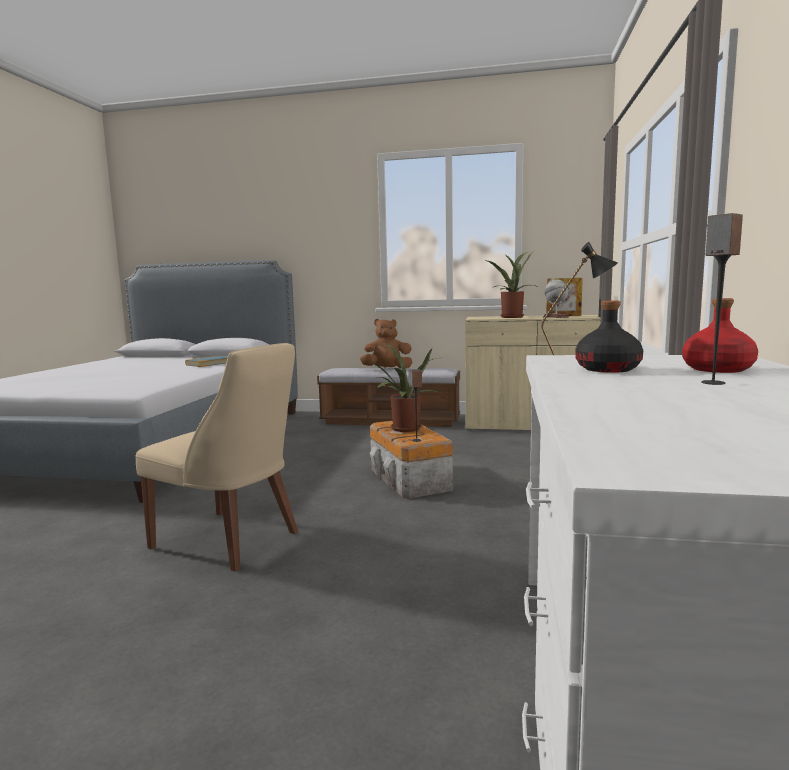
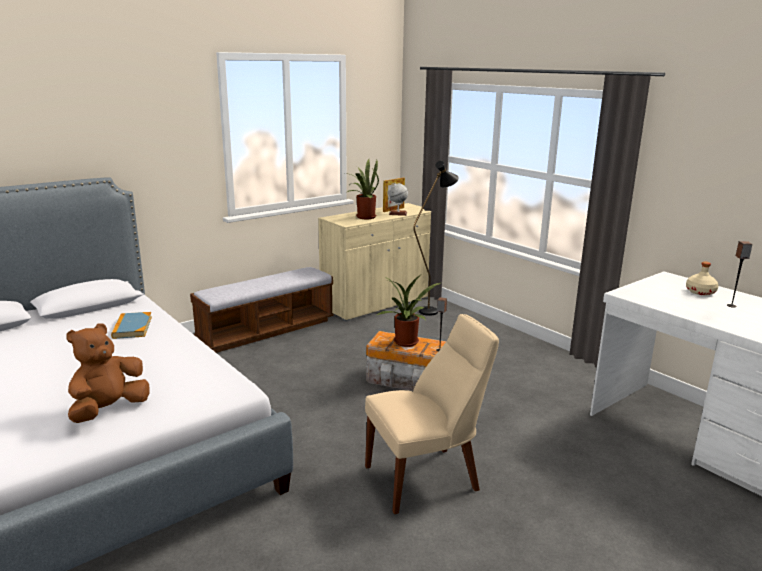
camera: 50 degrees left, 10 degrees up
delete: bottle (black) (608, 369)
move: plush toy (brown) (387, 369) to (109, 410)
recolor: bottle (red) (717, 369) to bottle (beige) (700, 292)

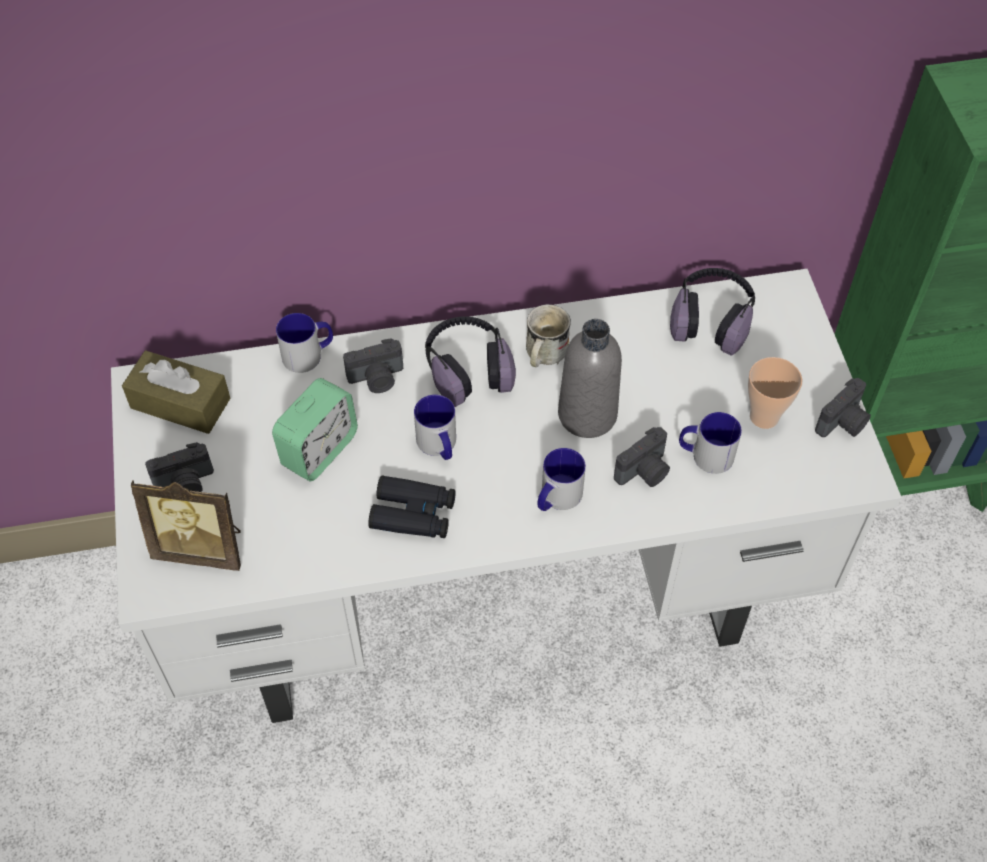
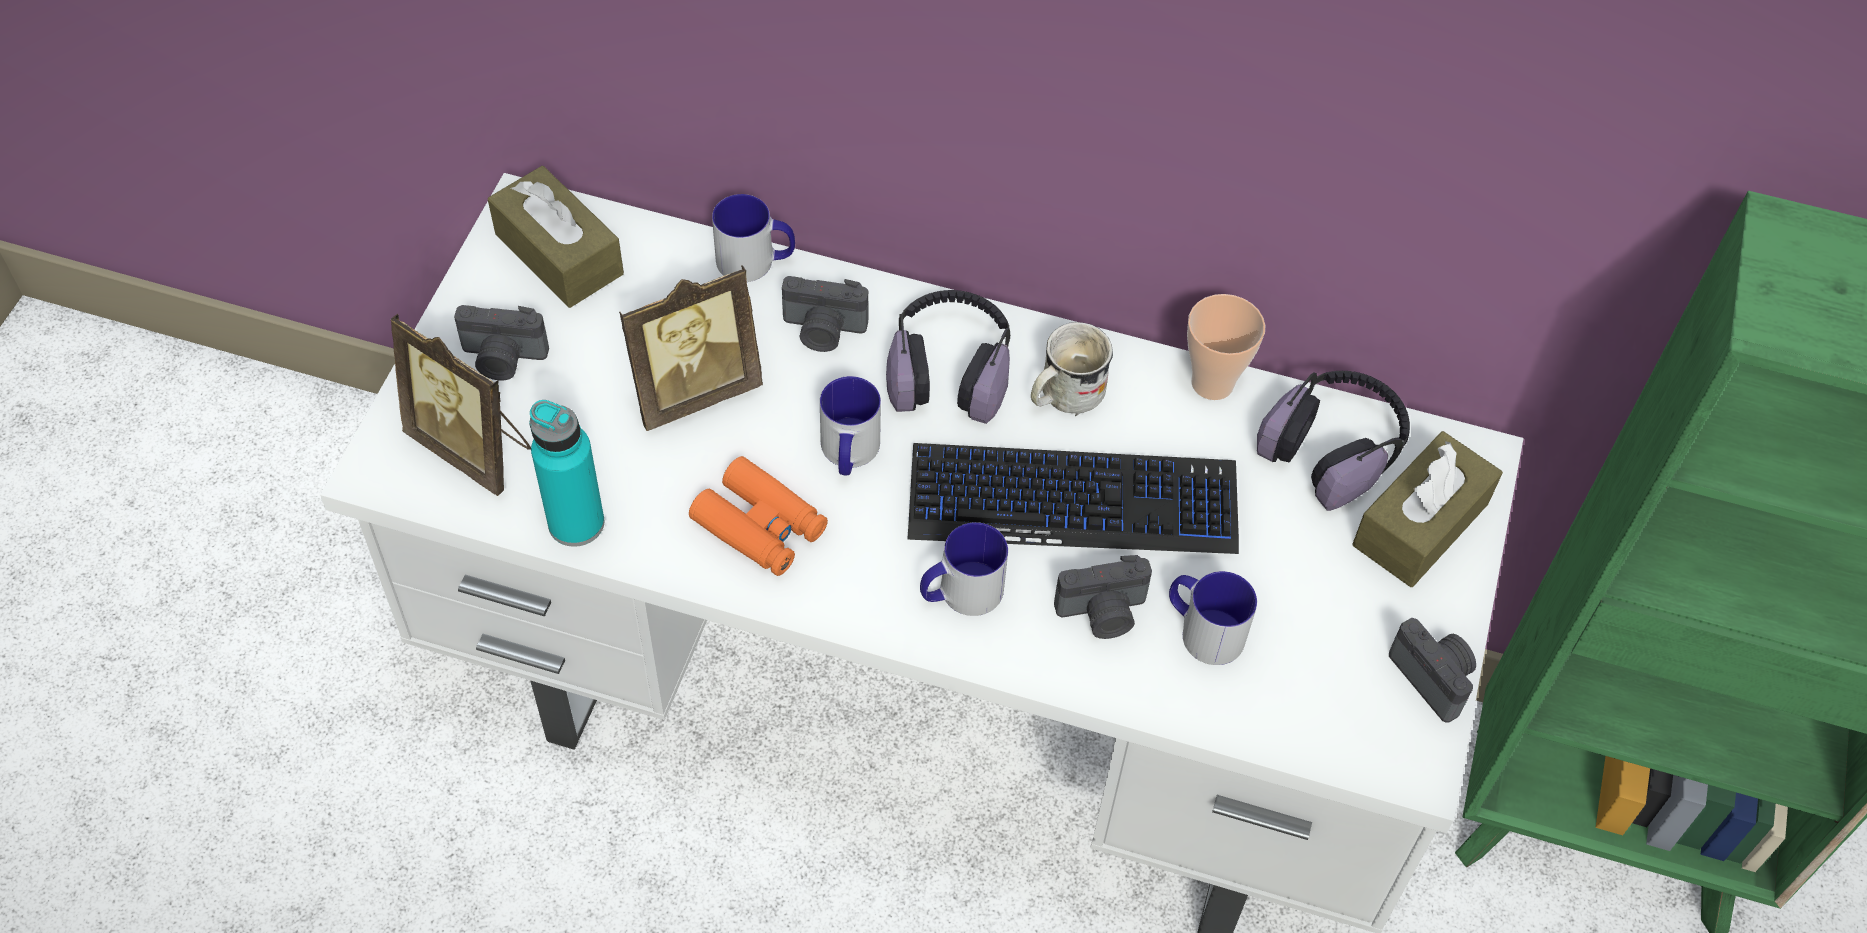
camera: 25 degrees right, 0 degrees up
insert: bottle (turquoise) (576, 523); tissue box (brown) (1420, 524)
move: cup (764, 417) to (1212, 383)
replace: alarm clock (319, 450) to picture frame (693, 390); bottle (grey) (587, 414) to keyboard (1073, 501)
recolor: binoculars (black) (413, 513) to binoculars (orange) (760, 526)
rotate: photo camera (843, 423) = (1434, 677) 105 degrees counterclockwise

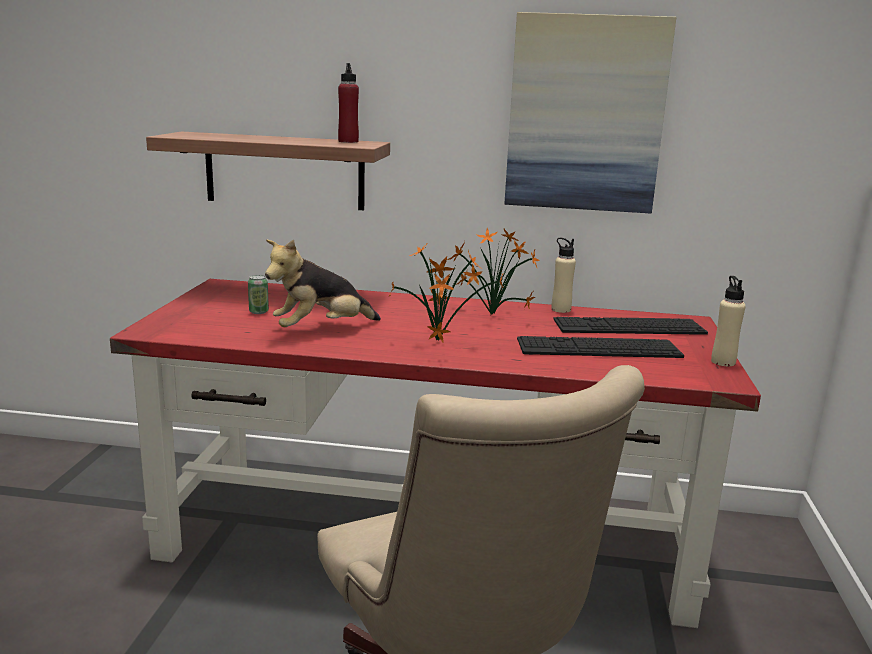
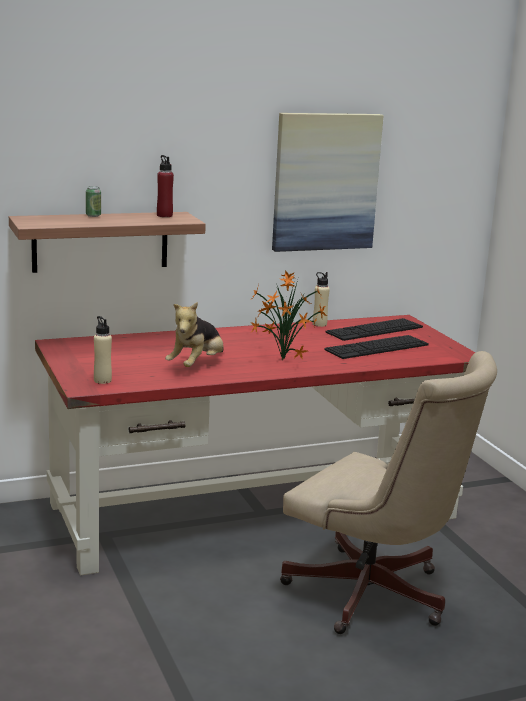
camera: 30 degrees left, 0 degrees up
move: can (258, 312) to (93, 215); bottle (beige) (723, 362) to (102, 380)

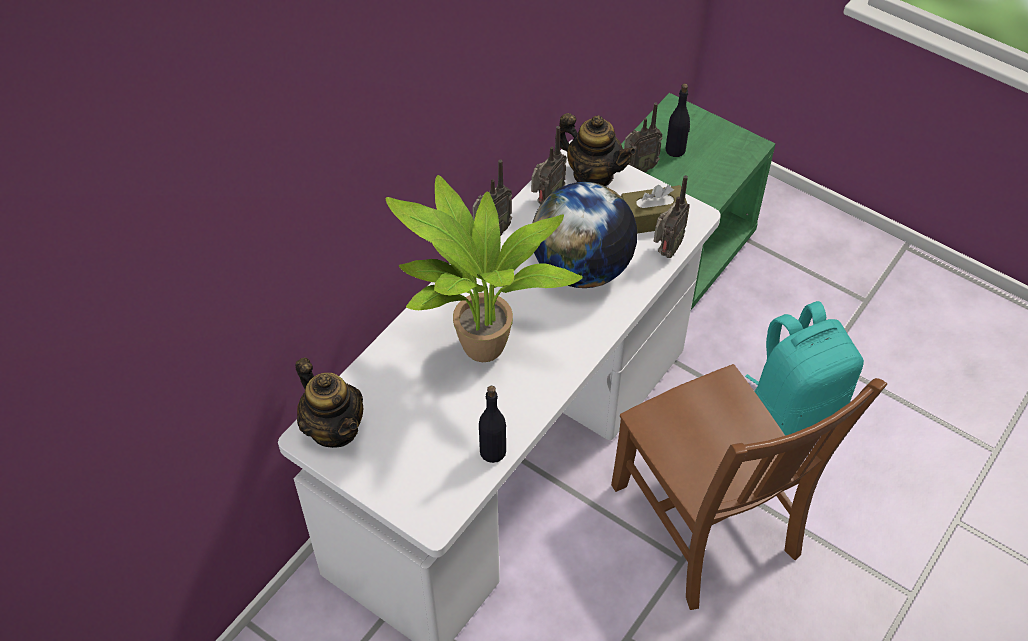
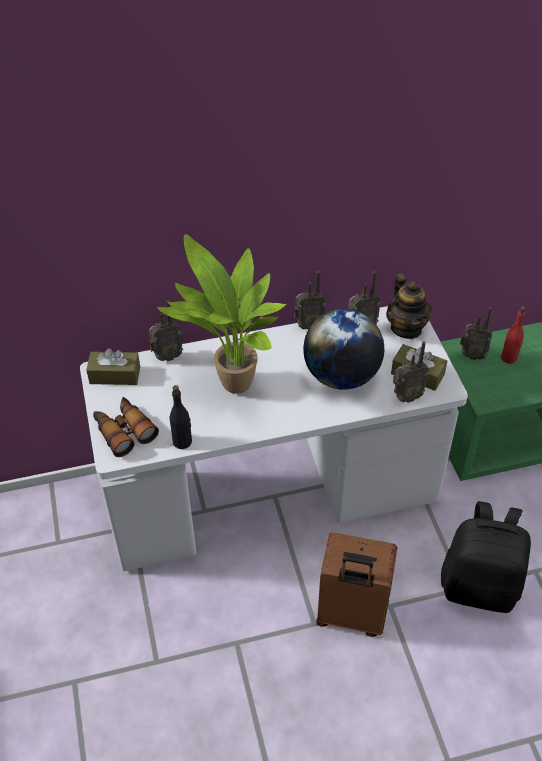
camera: 40 degrees right, 5 degrees down
insert: binoculars (124, 431); radio (166, 356)
replace: teapot (334, 428) to tissue box (brown) (115, 375); chair (brown) (707, 525) to suitcase (brown) (351, 615)
recolor: bottle (black) (675, 150) to bottle (red) (509, 358); backpack (turquoise) (793, 409) to backpack (black) (479, 586)

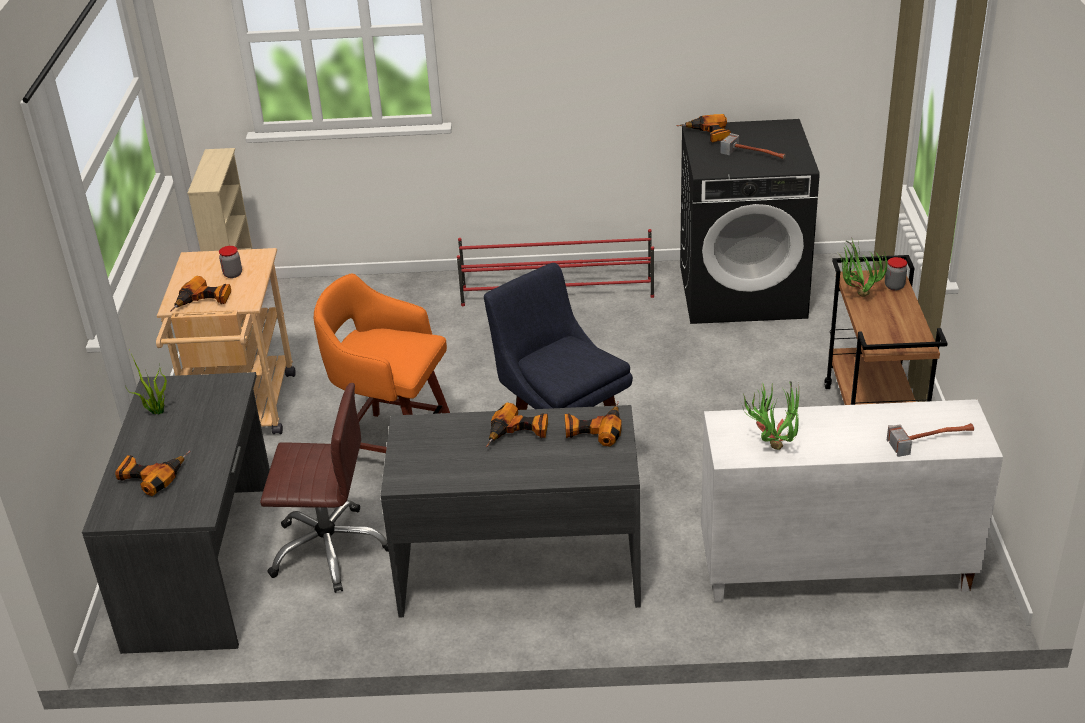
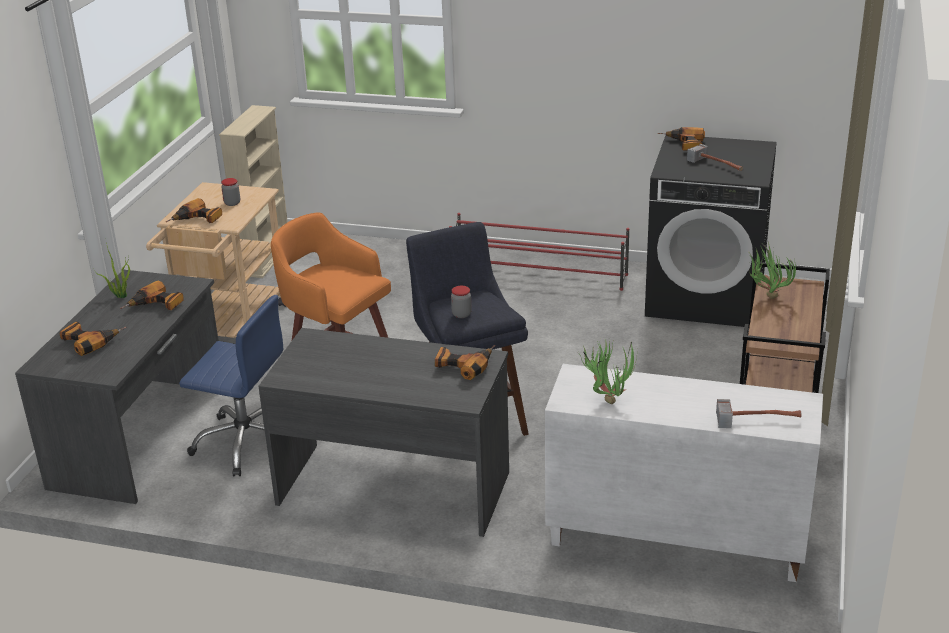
camera: 15 degrees right, 5 degrees down
move: power drill (518, 434) to (156, 306); jar (894, 286) to (461, 314)
recolor: office chair (brown) (329, 549) to office chair (blue) (246, 442)

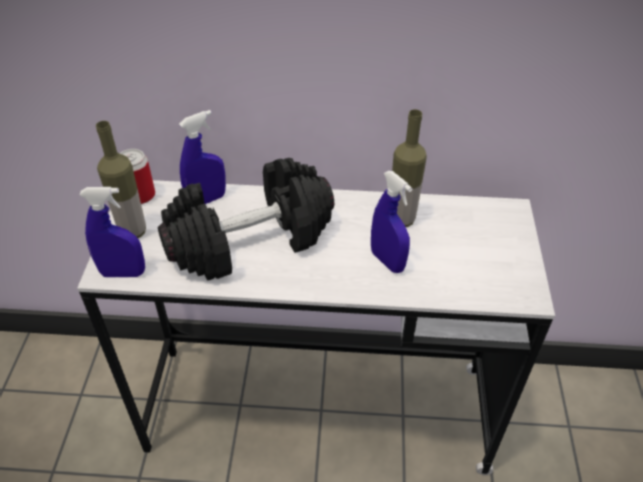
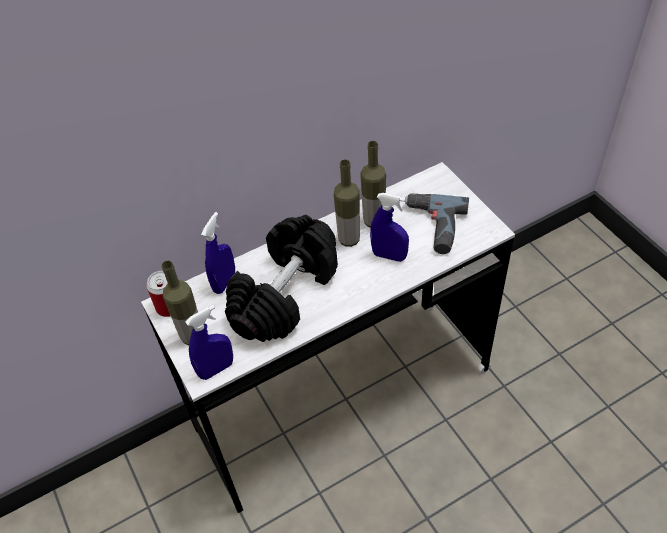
camera: 30 degrees left, 5 degrees up
insert: bottle (349, 239); power drill (432, 227)

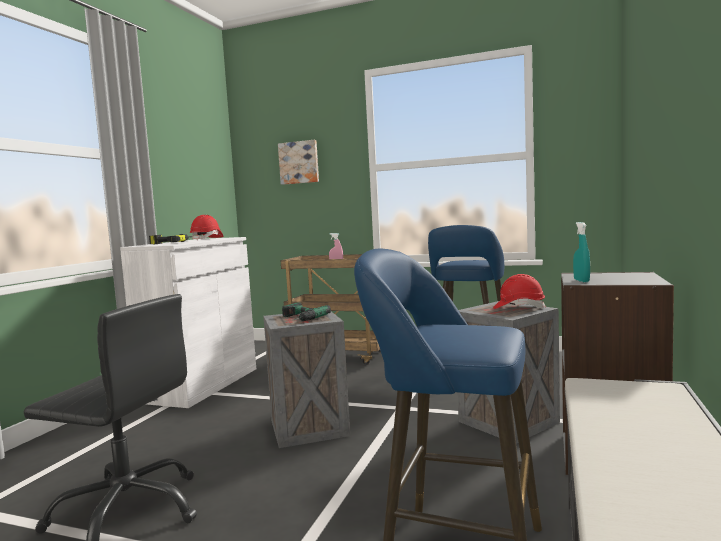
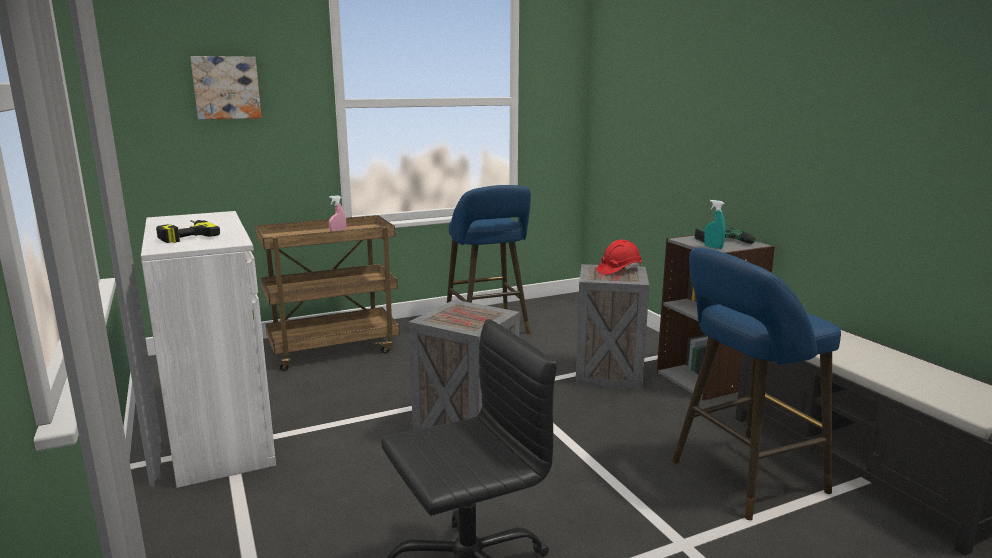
camera: 45 degrees left, 10 degrees up
delete: hard hat (red) (207, 239)
move: power drill (297, 318) to (728, 243)

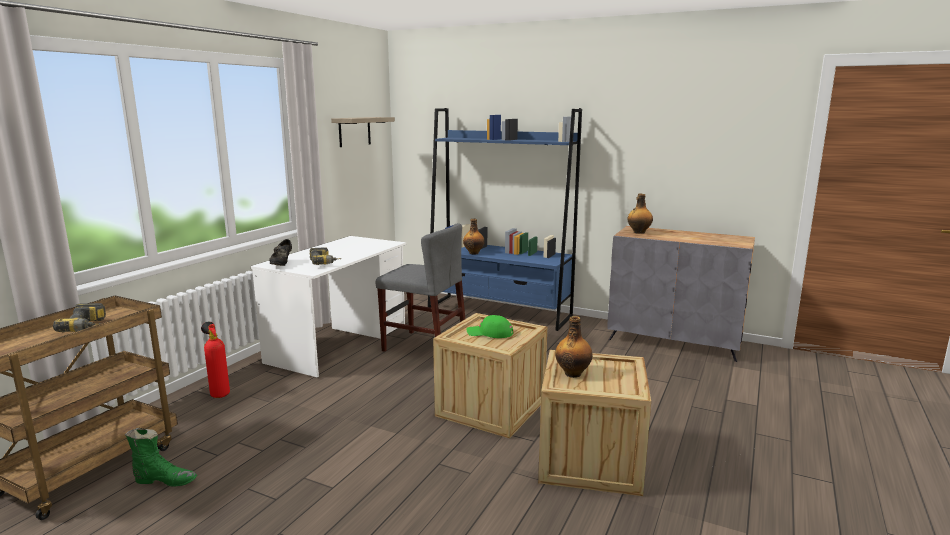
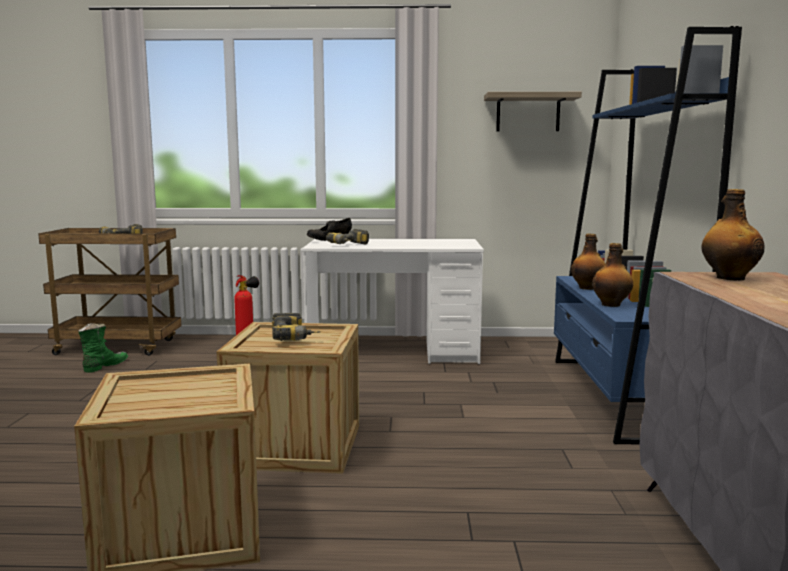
camera: 65 degrees right, 5 degrees down
delete: chair (grey) (425, 346)
move: bottle (573, 373) to (611, 305)
replace: cap (green) (490, 333) to power drill (295, 338)
rotate: boot (green) (165, 481) = (104, 366) 135 degrees counterclockwise

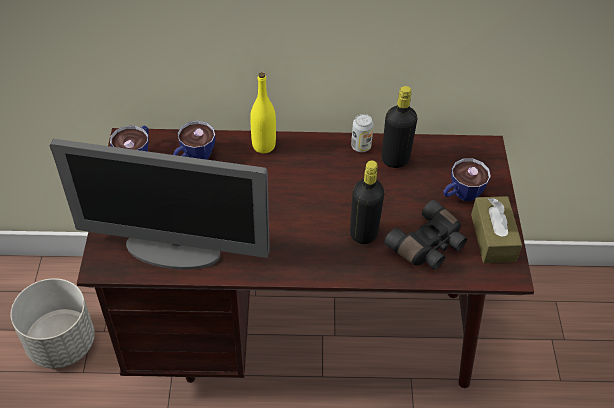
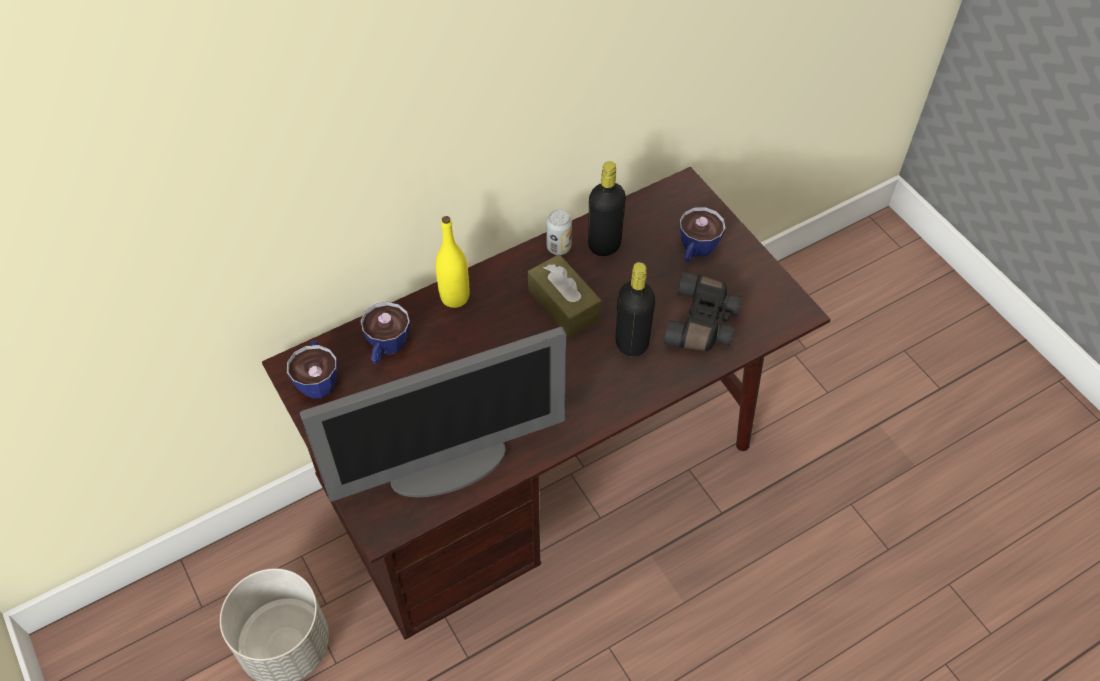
camera: 30 degrees left, 5 degrees up
move: tissue box (brown) (493, 237) to (564, 305)

